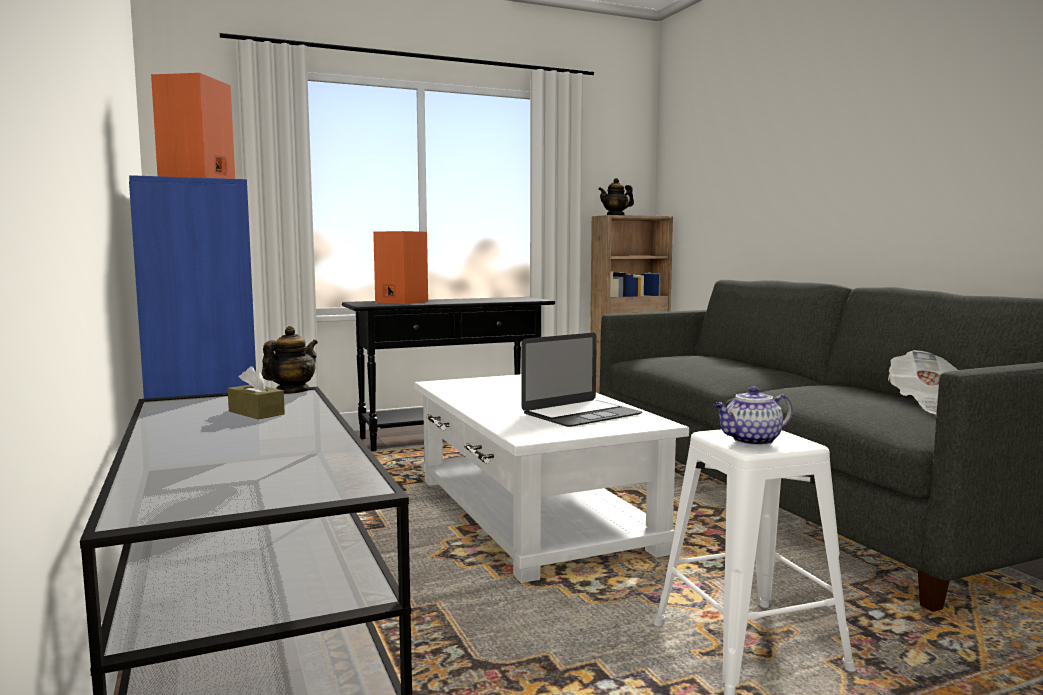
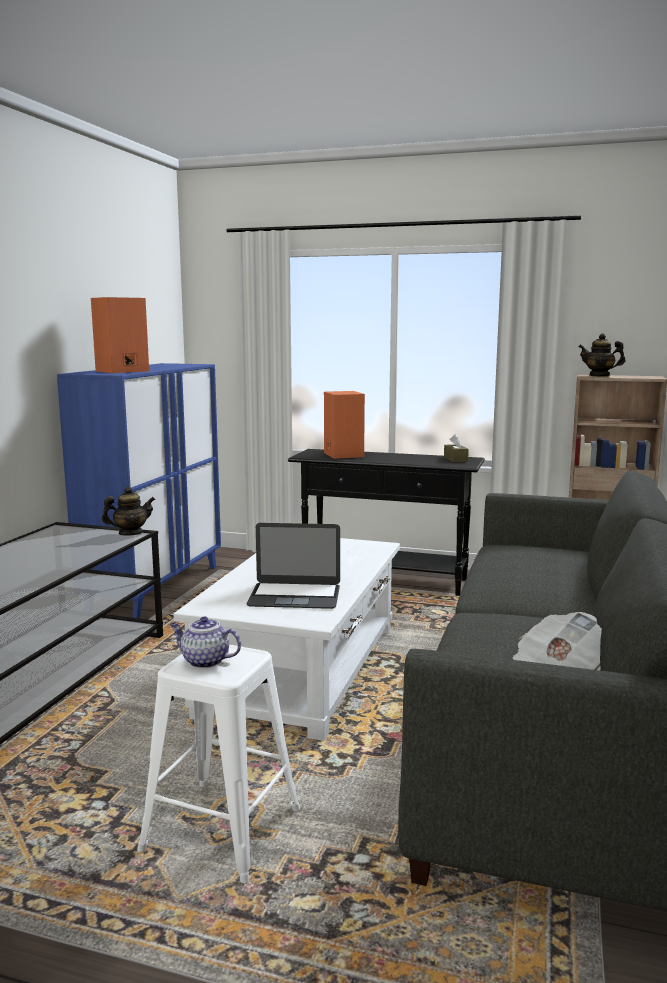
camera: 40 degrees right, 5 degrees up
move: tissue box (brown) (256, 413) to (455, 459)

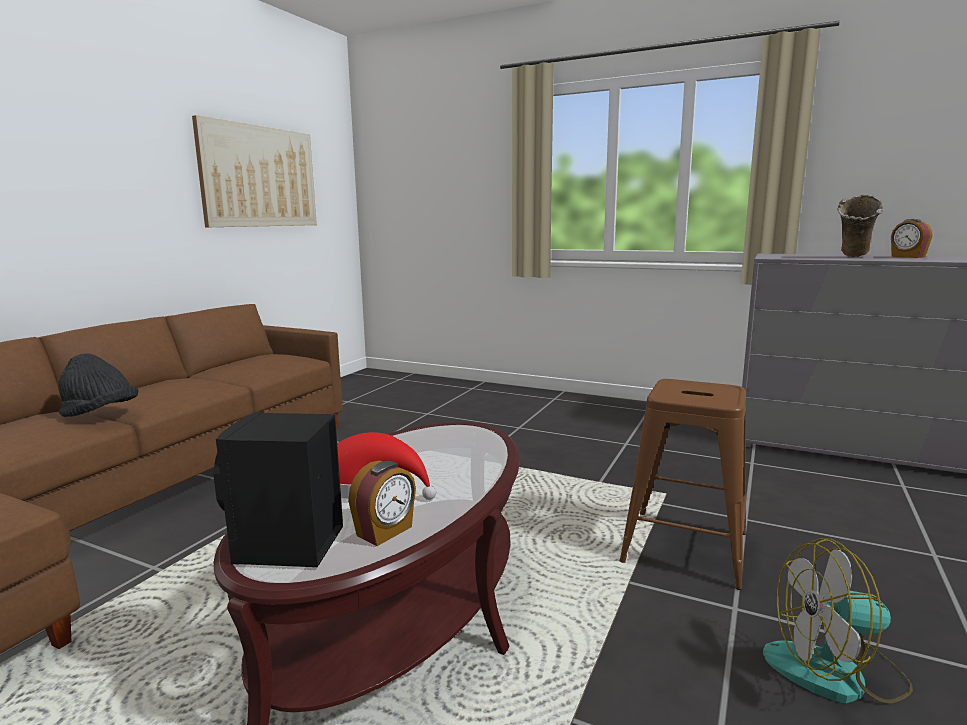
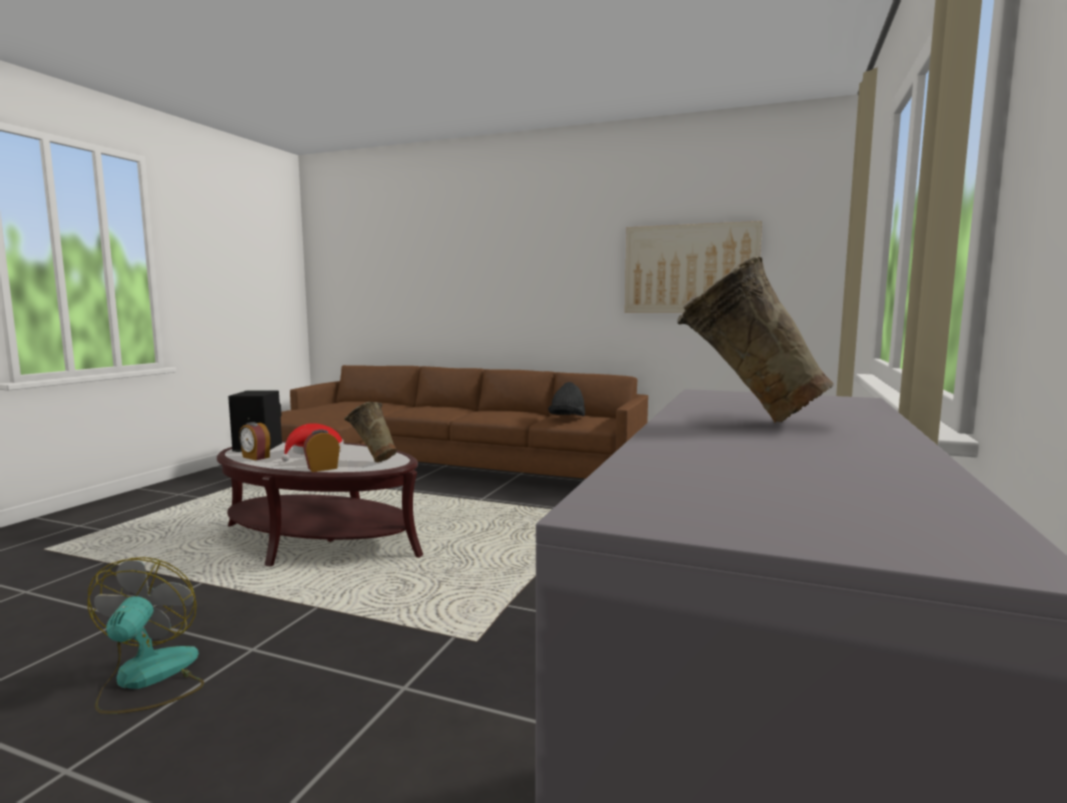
camera: 85 degrees right, 5 degrees down
delete: stool (brown) (684, 547)
insert: vase (beige) (372, 460)
move: hat (black) (100, 414) to (567, 418); alarm clock (907, 257) to (322, 468)

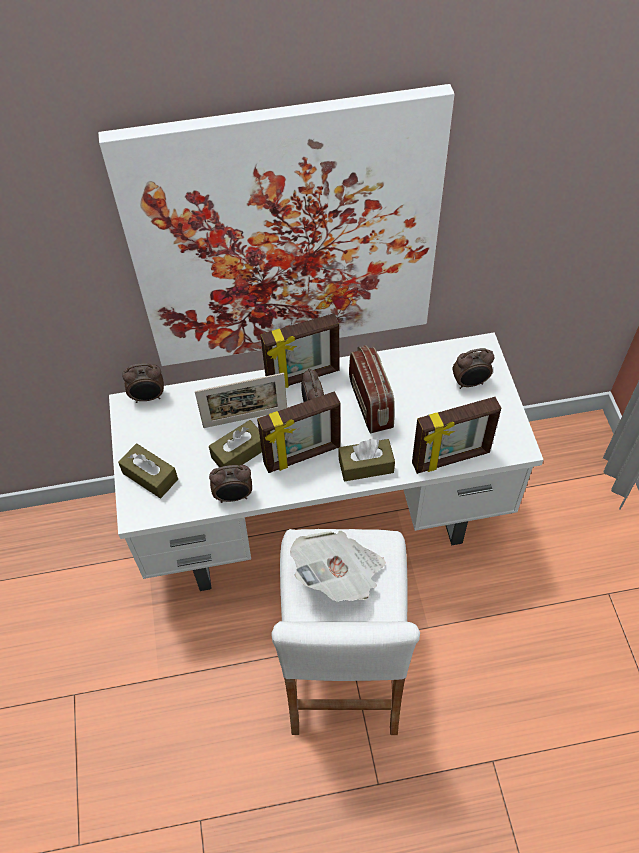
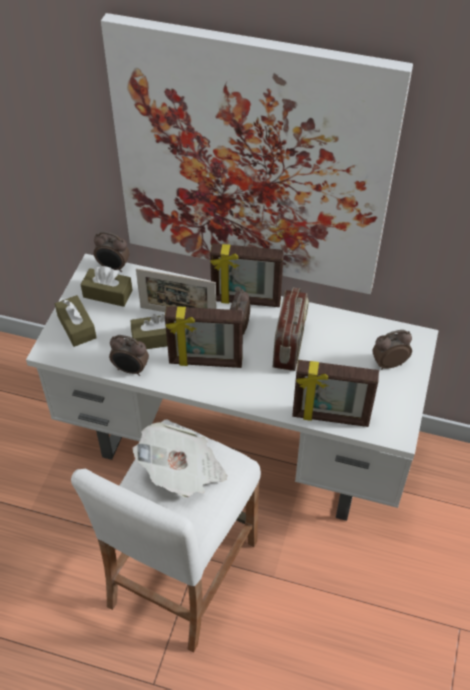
camera: 25 degrees right, 5 degrees down
move: tissue box (brown) (366, 466) to (107, 293)
rotate: alarm clock (470, 383) = (388, 363) 150 degrees clockwise

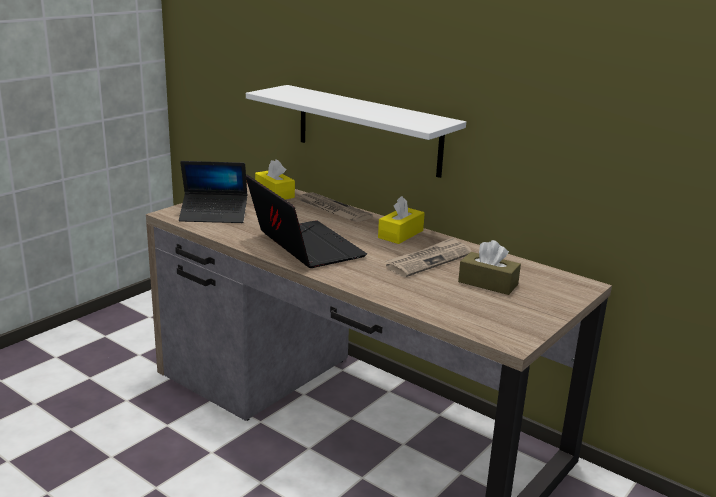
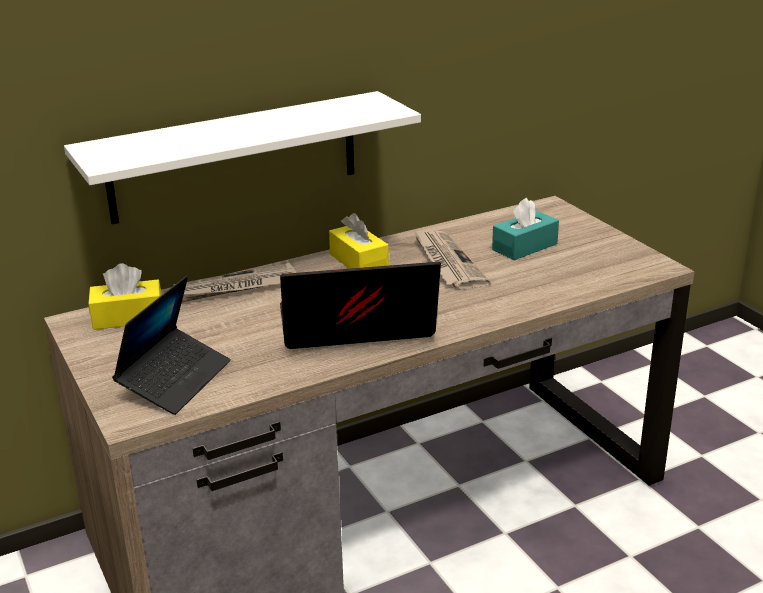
camera: 65 degrees left, 5 degrees up
recolor: tissue box (brown) (488, 283) to tissue box (turquoise) (524, 247)

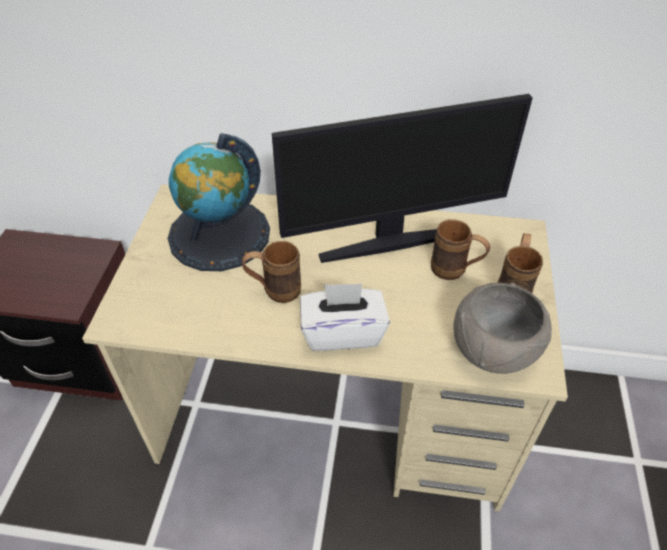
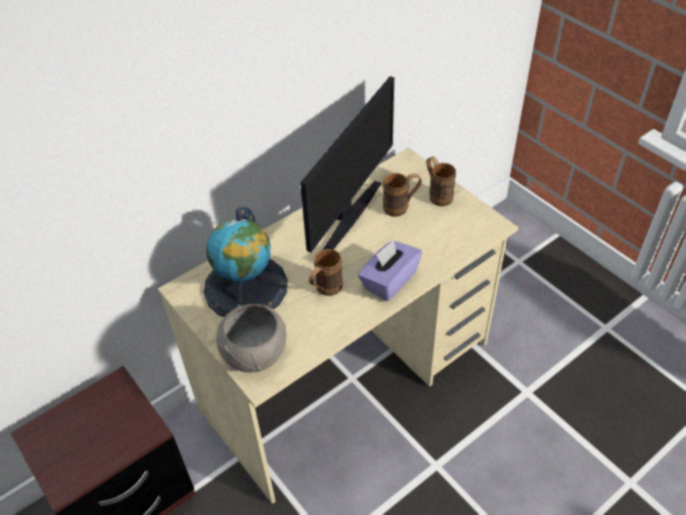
camera: 45 degrees left, 0 degrees up
move: bowl (grey) (491, 350) to (254, 355)
recolor: tissue box (white) (342, 332) to tissue box (purple) (389, 281)

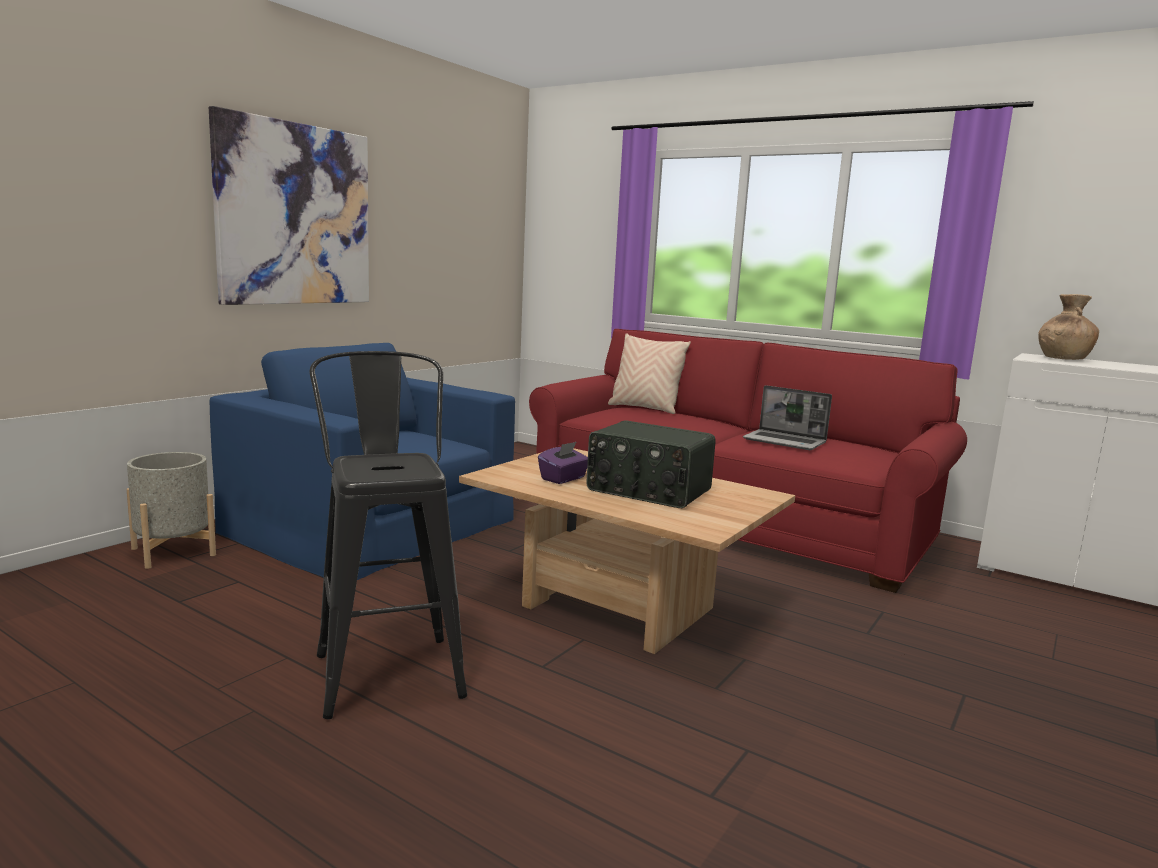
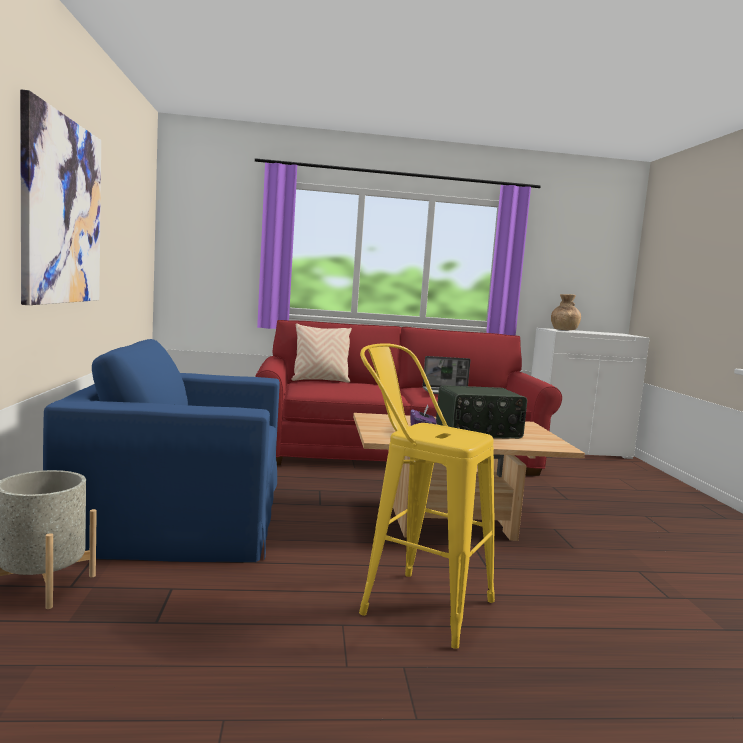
camera: 40 degrees left, 5 degrees down
recolor: stool (black) (387, 666) to stool (yellow) (415, 602)

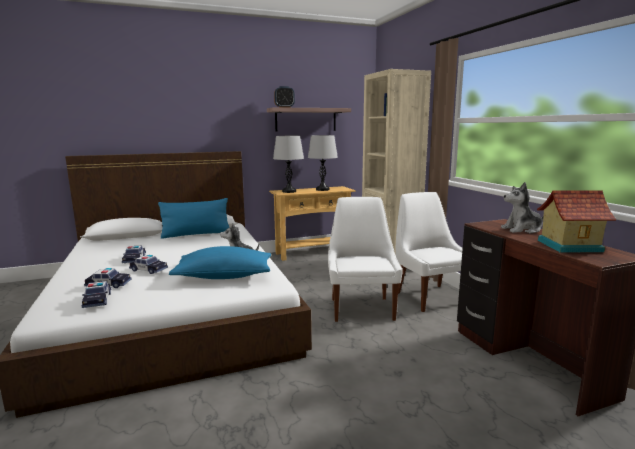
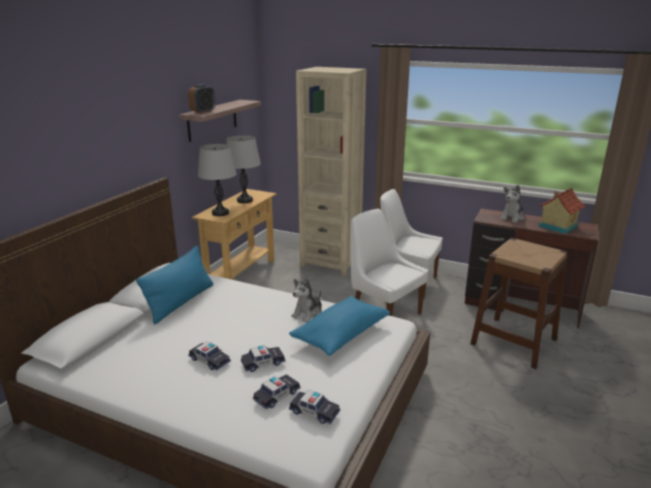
camera: 45 degrees left, 10 degrees up
insert: stool (brown) (513, 341)

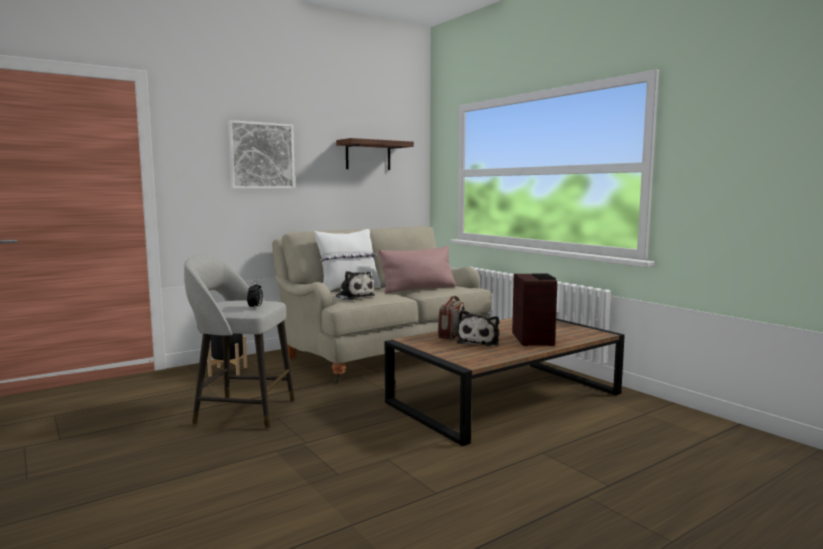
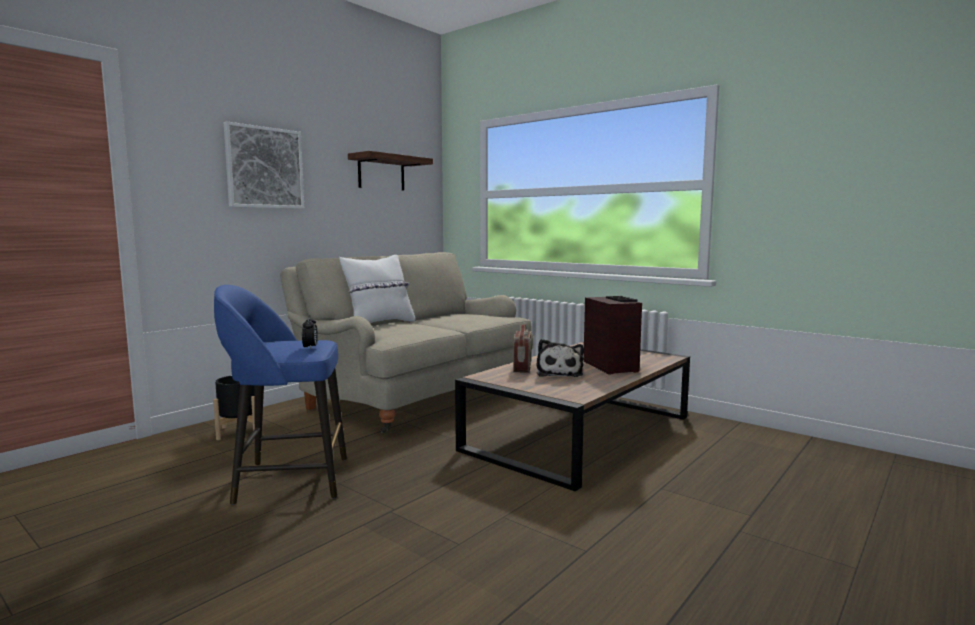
camera: 15 degrees left, 0 degrees up
delete: plush toy (353, 296); pillow (pink) (418, 289)
recolor: stool (grey) (242, 411) to stool (blue) (288, 480)

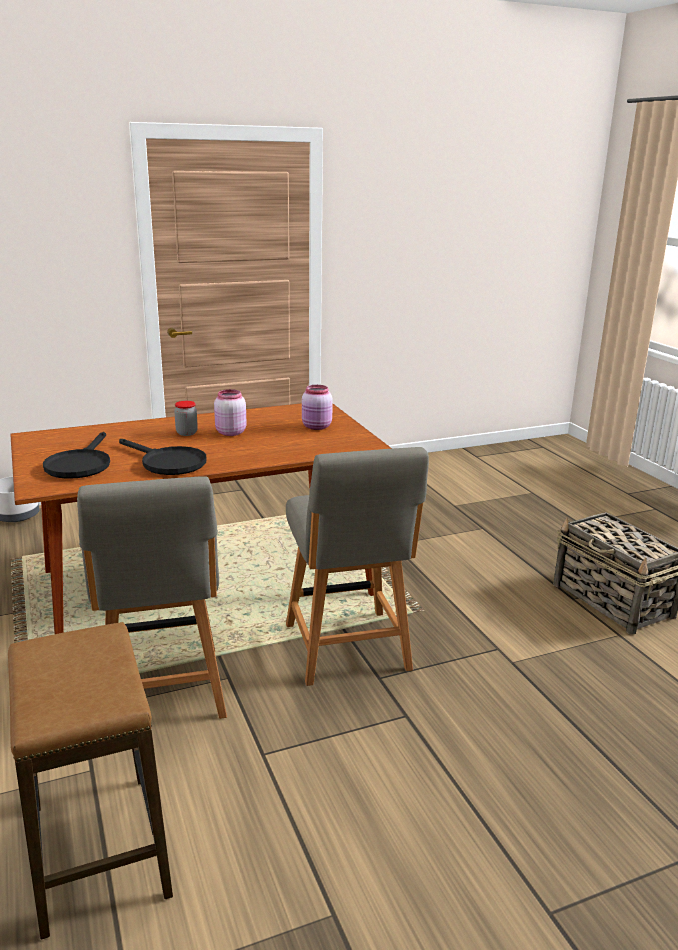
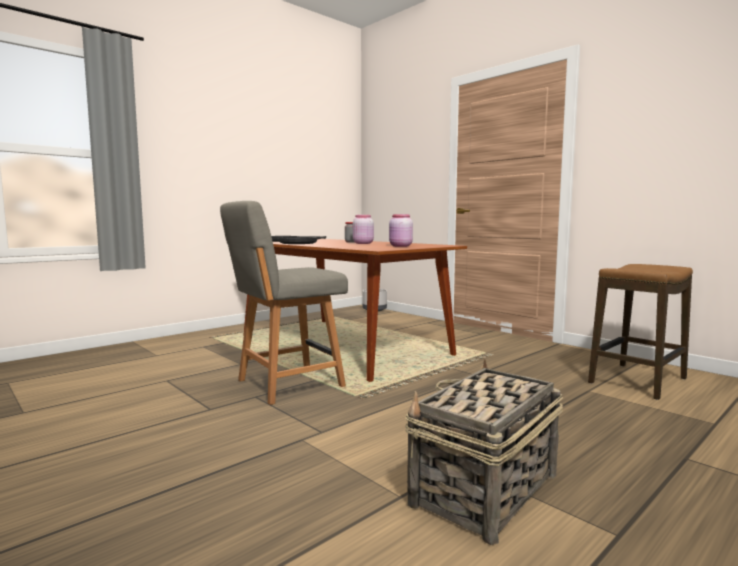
camera: 70 degrees right, 15 degrees down
delete: chair (grey) (163, 693)
move: stool (98, 850) to (637, 381)

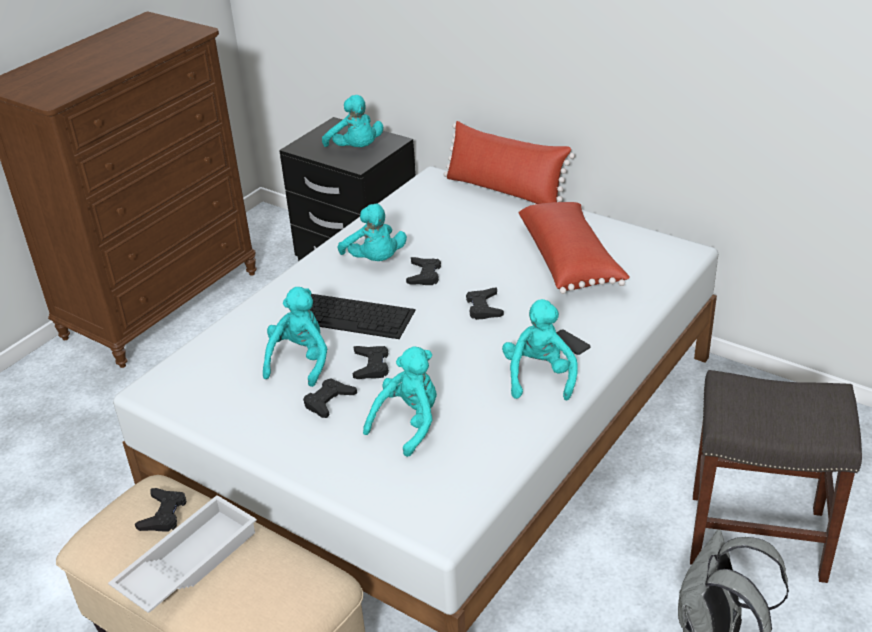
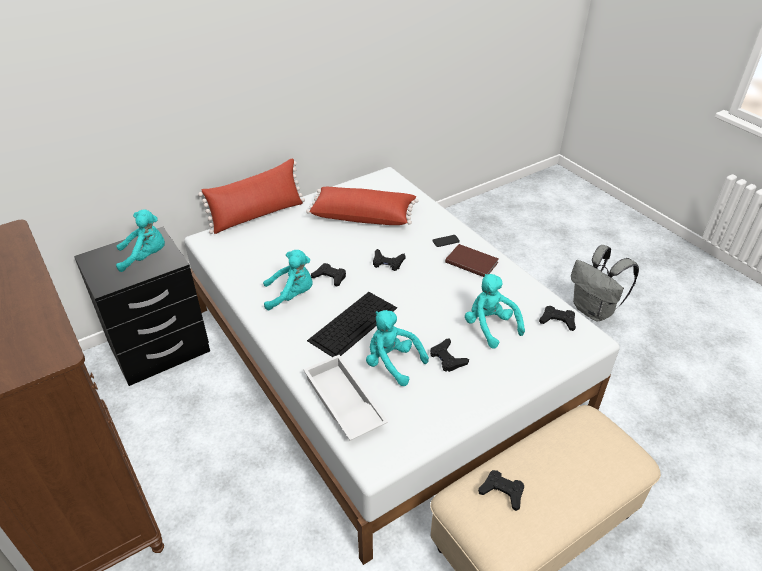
camera: 70 degrees left, 5 degrees up
delete: stool (grey) (754, 536)
move: tray (white) (187, 561) to (342, 403); game controller (black) (371, 366) to (557, 321)
replace: plush toy (turquoise) (539, 376) to book (brown) (471, 262)

